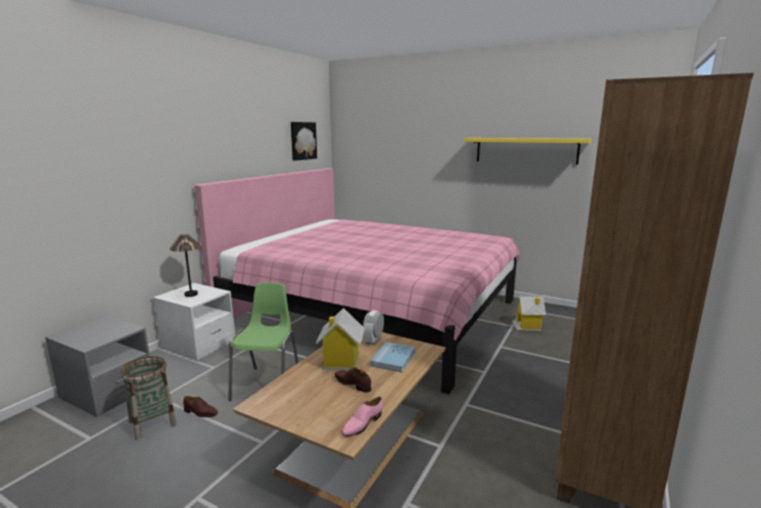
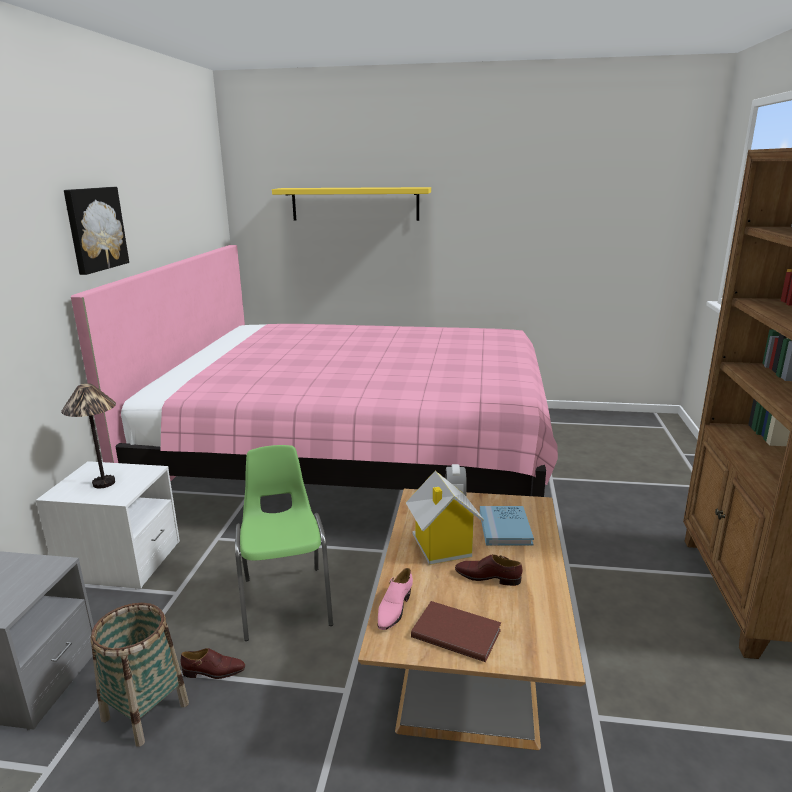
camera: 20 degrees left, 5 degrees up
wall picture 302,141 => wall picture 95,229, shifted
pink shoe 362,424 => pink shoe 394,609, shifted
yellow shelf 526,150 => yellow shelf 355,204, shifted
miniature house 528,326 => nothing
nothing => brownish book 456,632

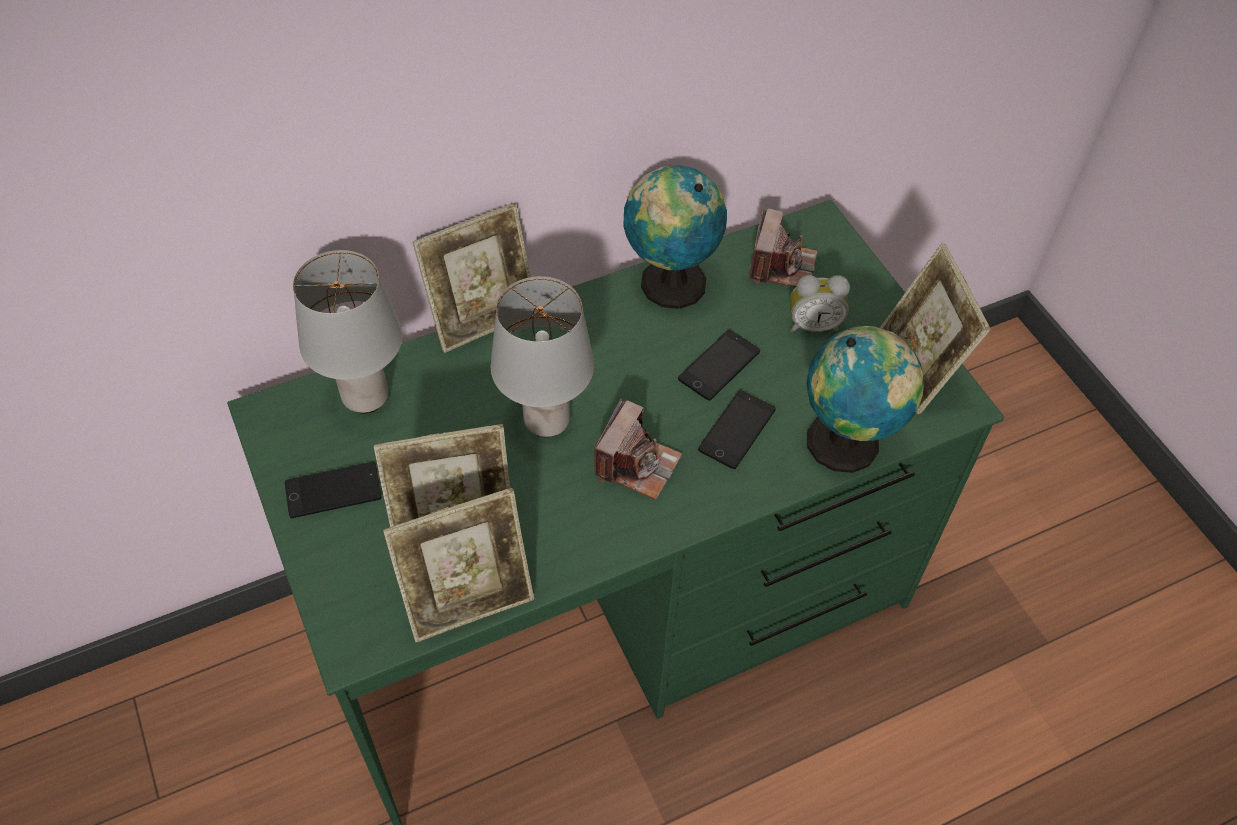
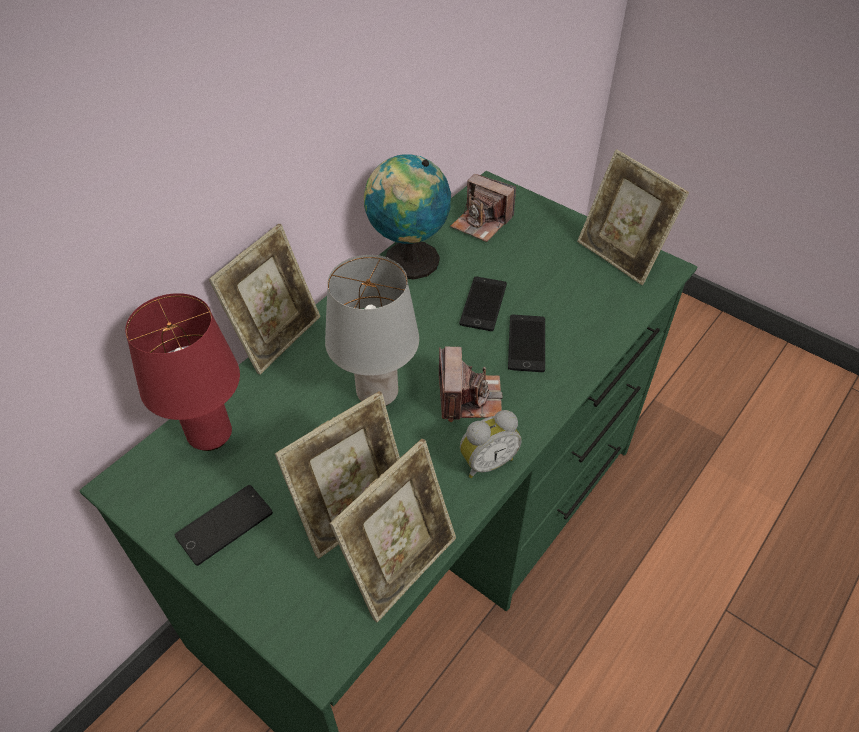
camera: 25 degrees left, 5 degrees down
grey table lamp 364,397 => reddish table lamp 209,436
still camera 781,265 => still camera 481,222, 135 degrees clockwise
bedside clock 813,325 => bedside clock 486,461, shifted
world globe 848,443 => nothing

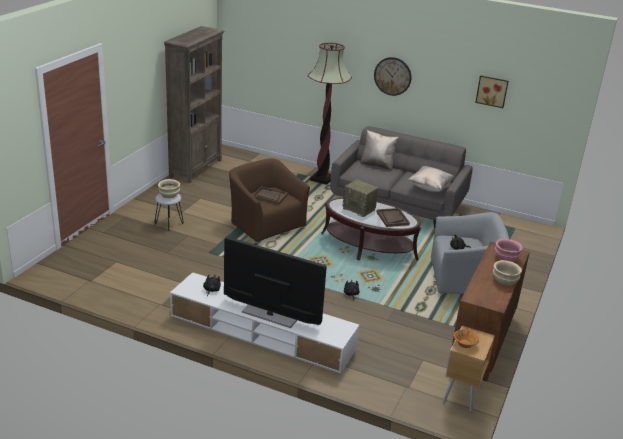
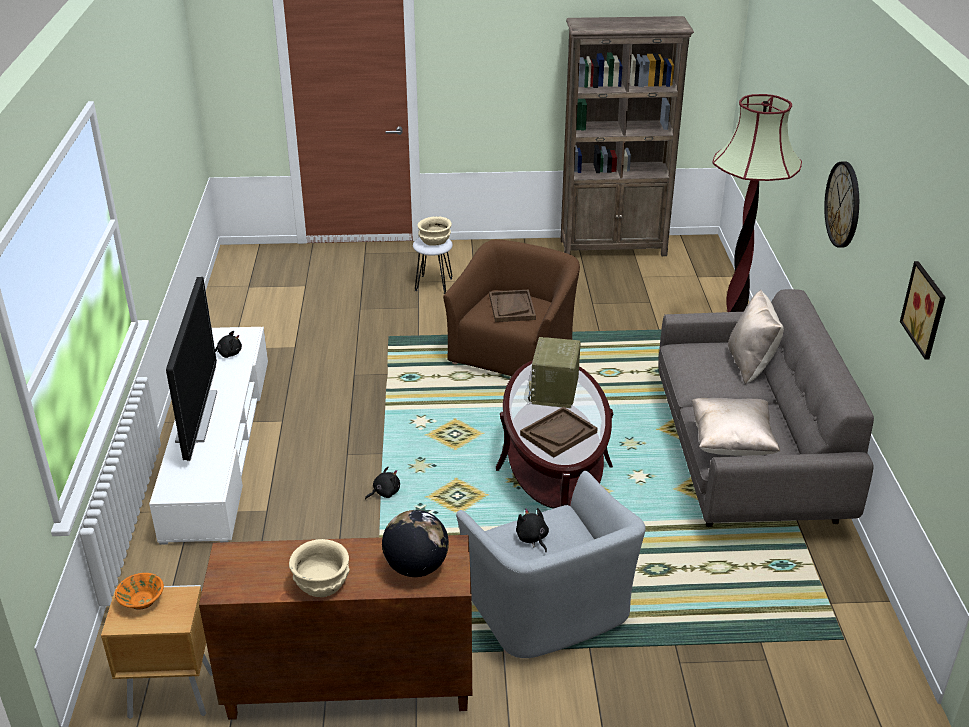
camera: 65 degrees right, 5 degrees up
pink bowl 506,257 => world globe 416,567

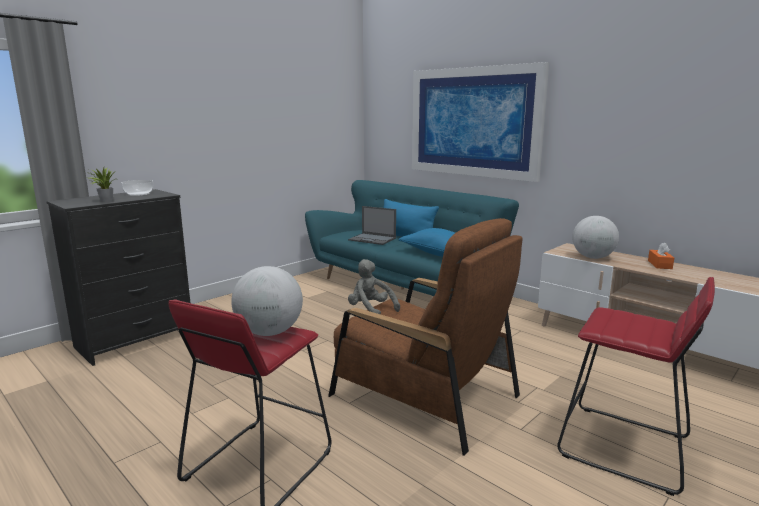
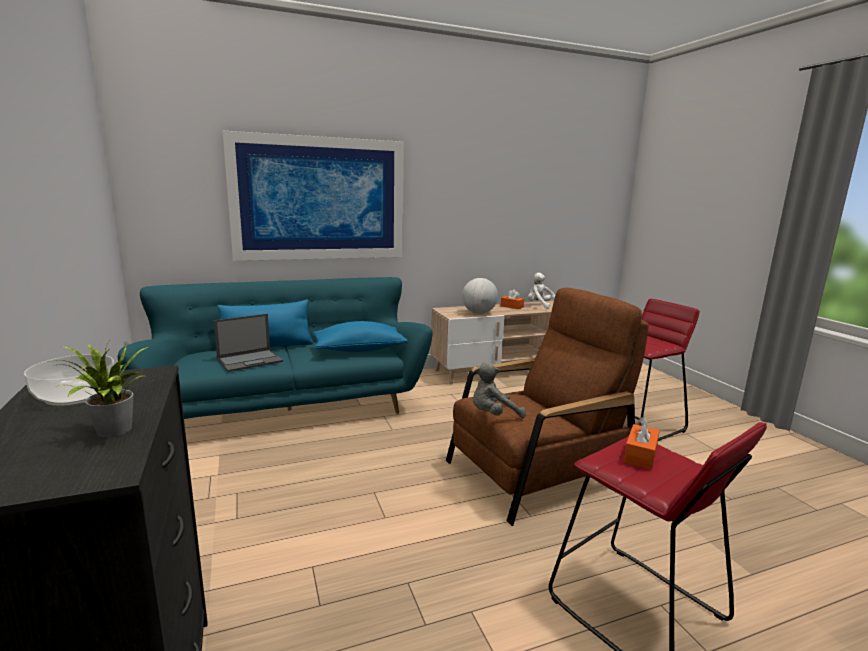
camera: 65 degrees left, 0 degrees up
world globe 269,332 => orangey box of tissues 640,455
nothing => white-coloured soft toy 540,306

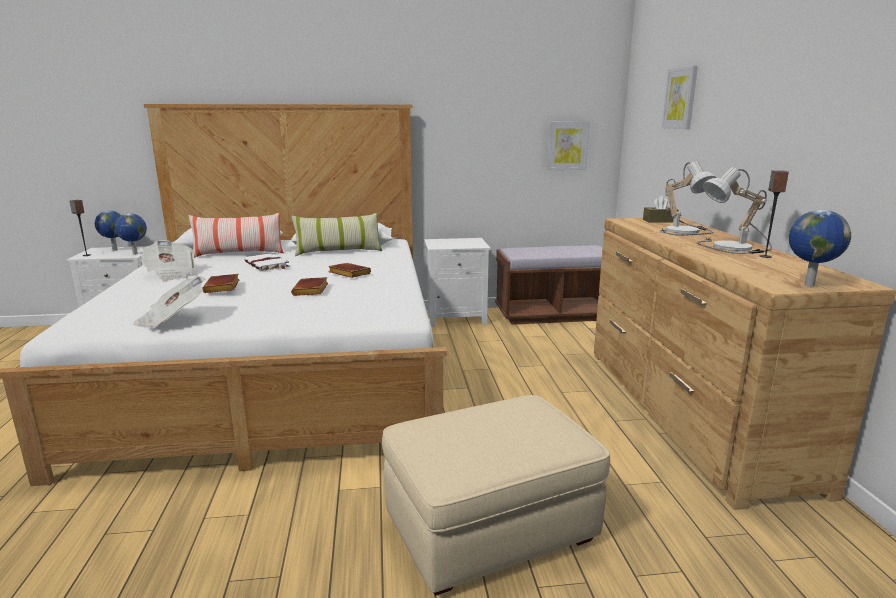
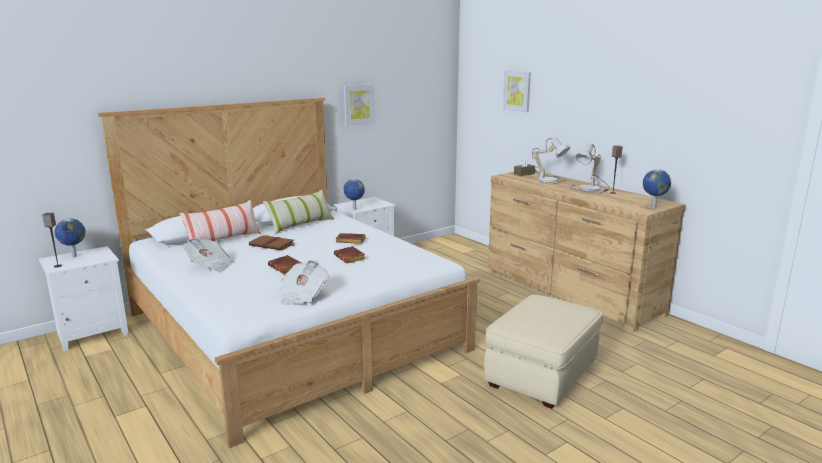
camera: 30 degrees left, 0 degrees up
world globe 134,254 => world globe 354,209, shifted
white-coloured book 267,264 => brownish book 272,245
brownish bench 552,315 => nothing
wall picture 567,145 => wall picture 358,104, shifted

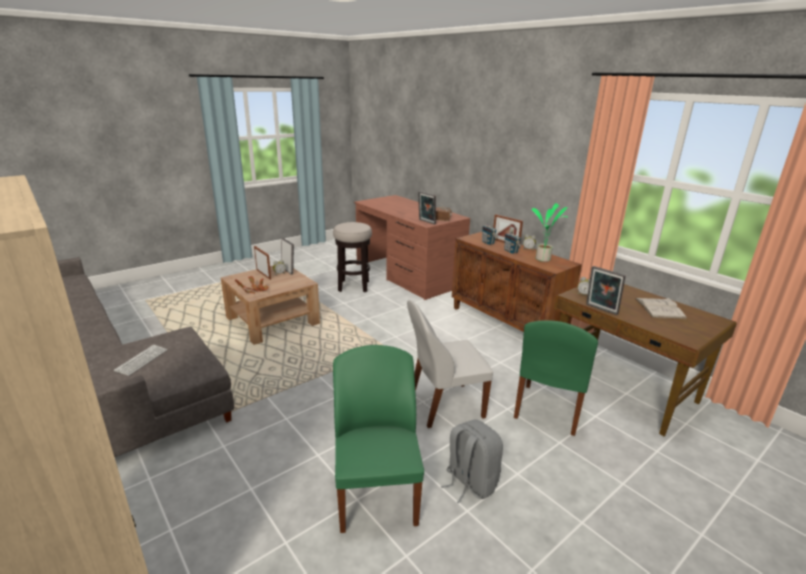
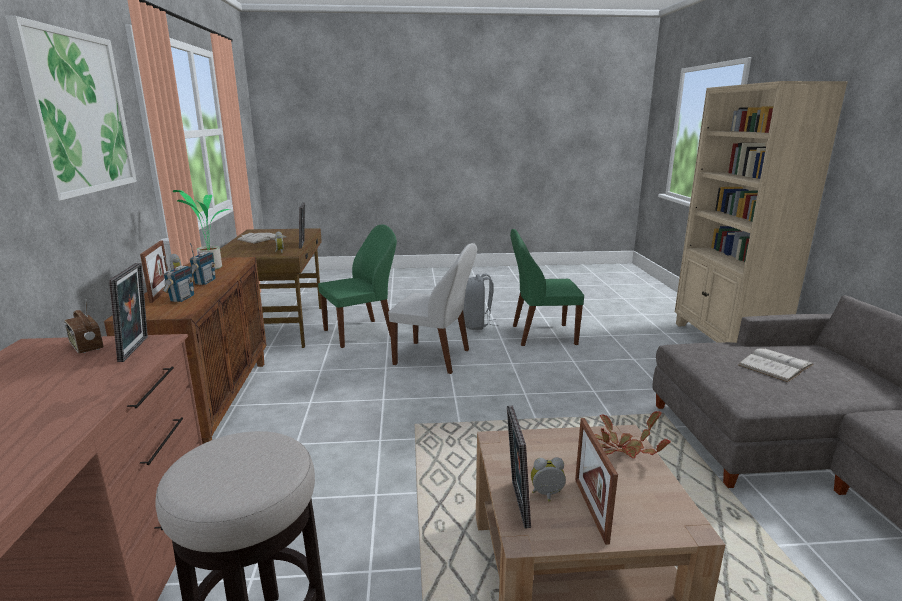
camera: 145 degrees left, 5 degrees down
keyboard 142,360 => white-coloured book 775,365
green-coloured chair 377,494 => green-coloured chair 541,335, 60 degrees clockwise
nothing => wall picture 78,113

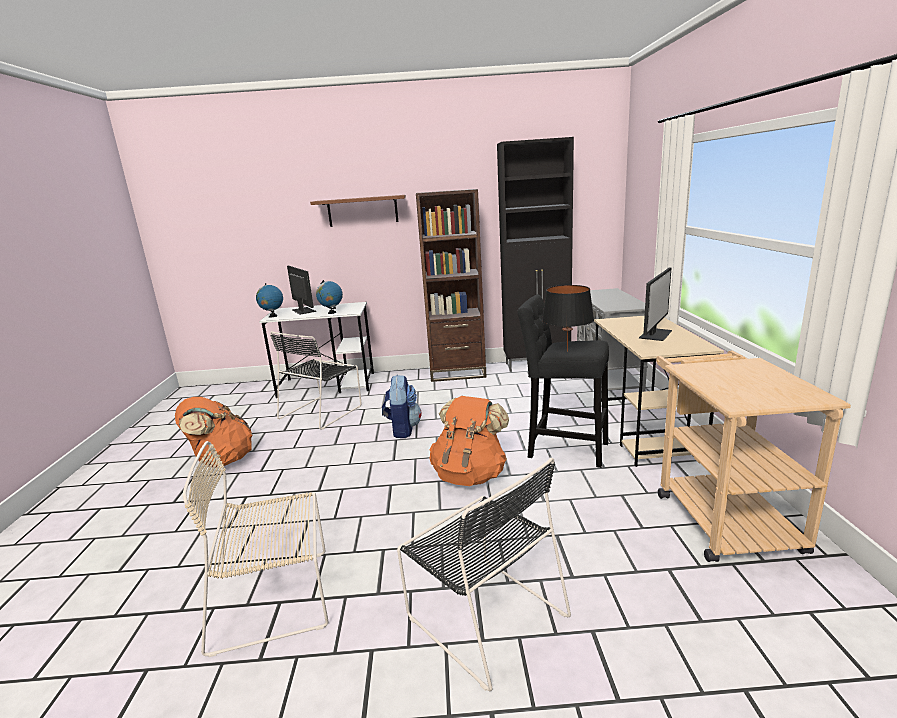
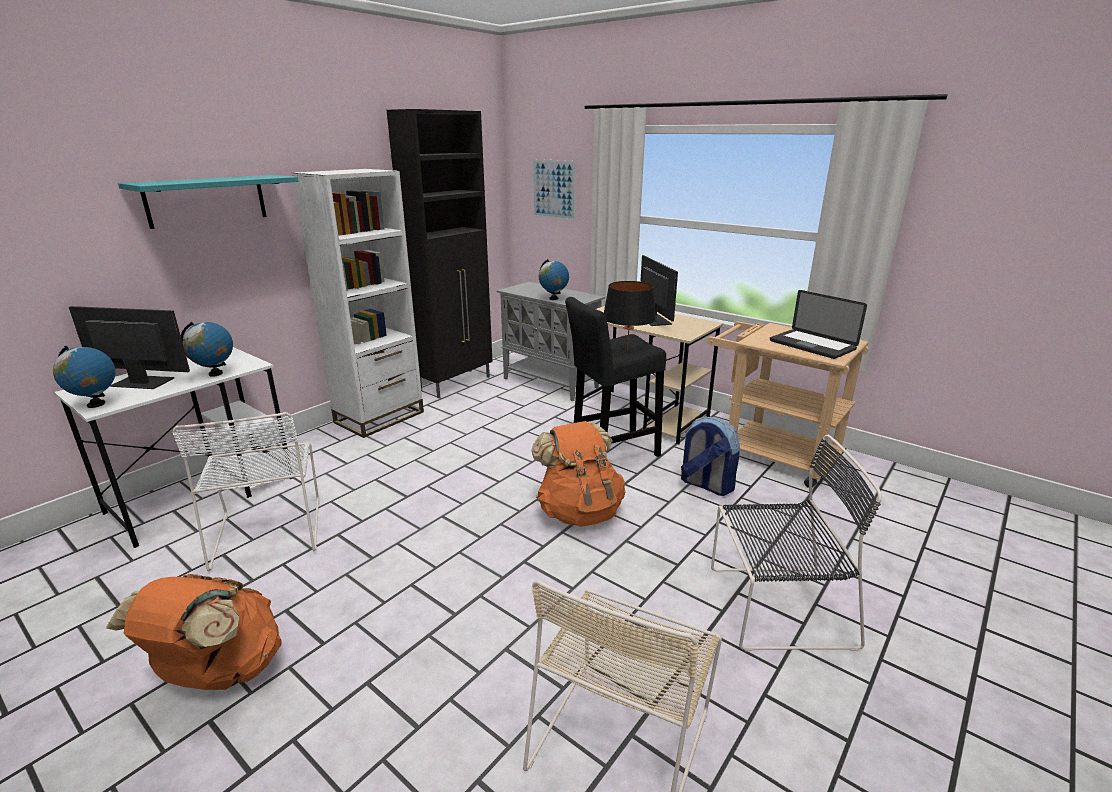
camera: 50 degrees left, 5 degrees up
black-coloured chair 322,411 => white-coloured chair 269,530
brownish shelf 362,211 => turquoise-coloured shelf 206,200
knapsack 402,429 => knapsack 705,485, shifted
brownish bookcase 457,373 => white-coloured bookcase 379,417
nothing => wall picture 553,189
nothing => world globe 553,298
nothing => portable computer 812,345

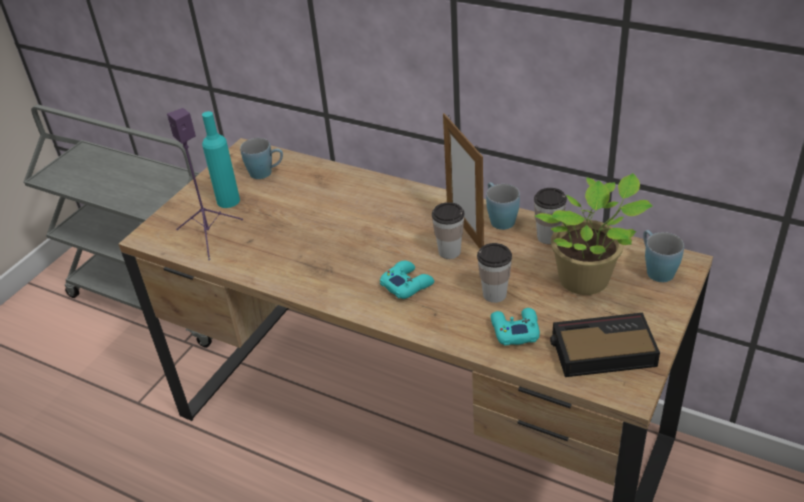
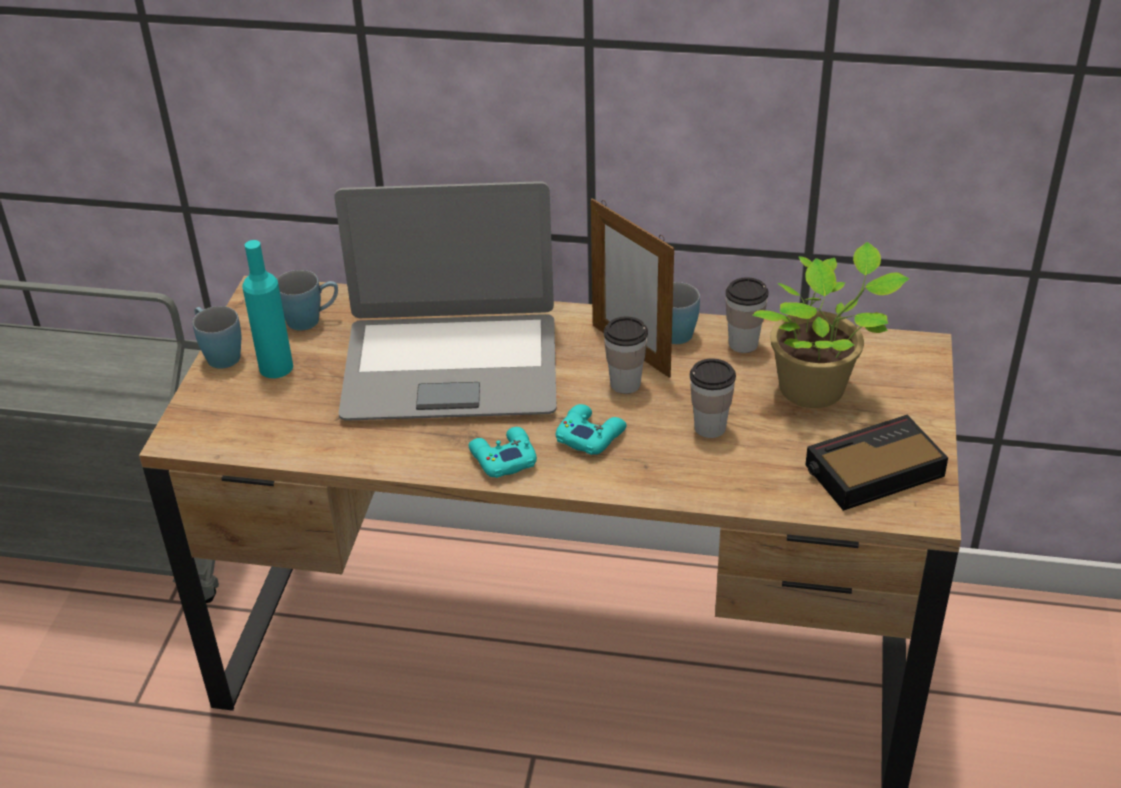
camera: 20 degrees left, 0 degrees up
purple audio speaker 210,236 => nothing
turquoise-coloured game controller 514,330 => turquoise-coloured game controller 502,458, shifted
blue-coloured coffee mug 656,269 => blue-coloured coffee mug 218,354, shifted
nothing => portable computer 451,367

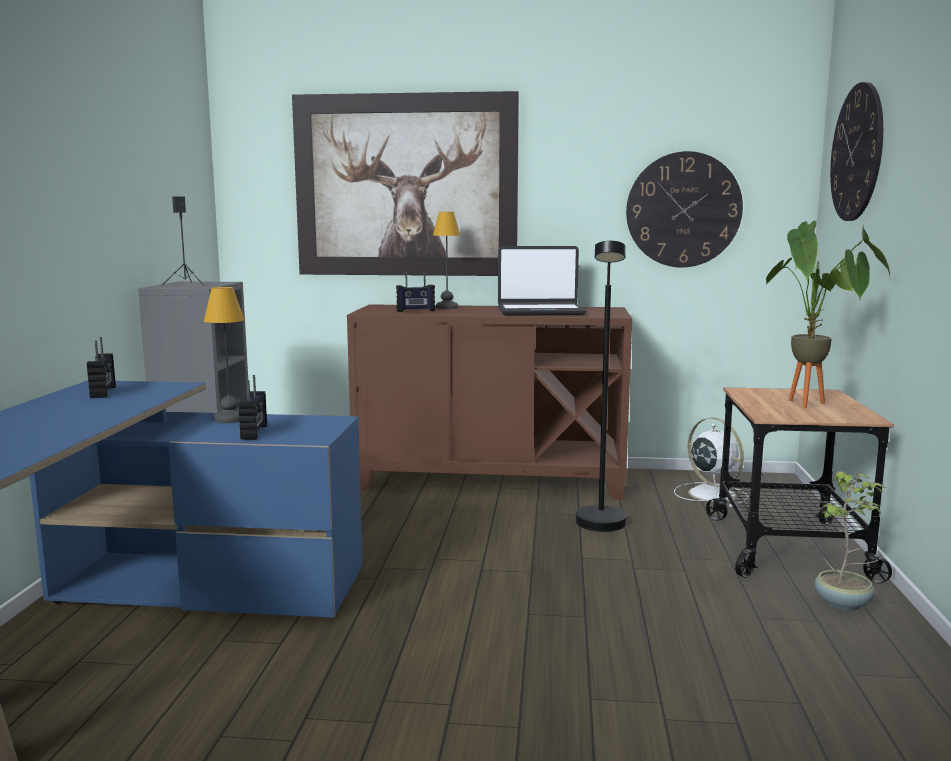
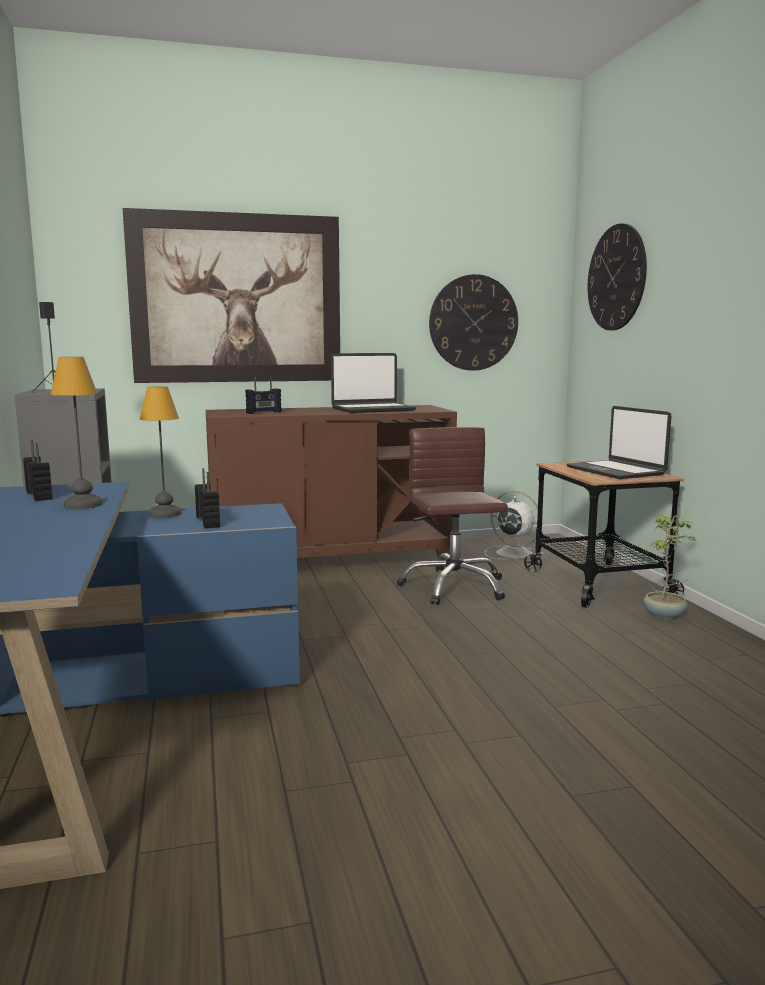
camera: 20 degrees left, 0 degrees up
table lamp 447,307 => table lamp 83,505, shifted
black-coloured standing lamp 600,527 => brownish computer chair 453,587
houseplant 812,406 => portable computer 616,471

